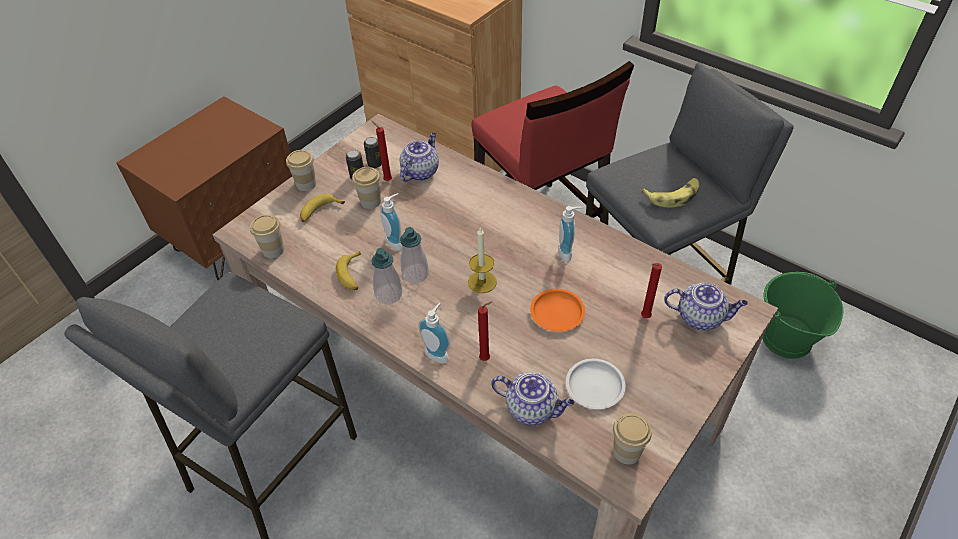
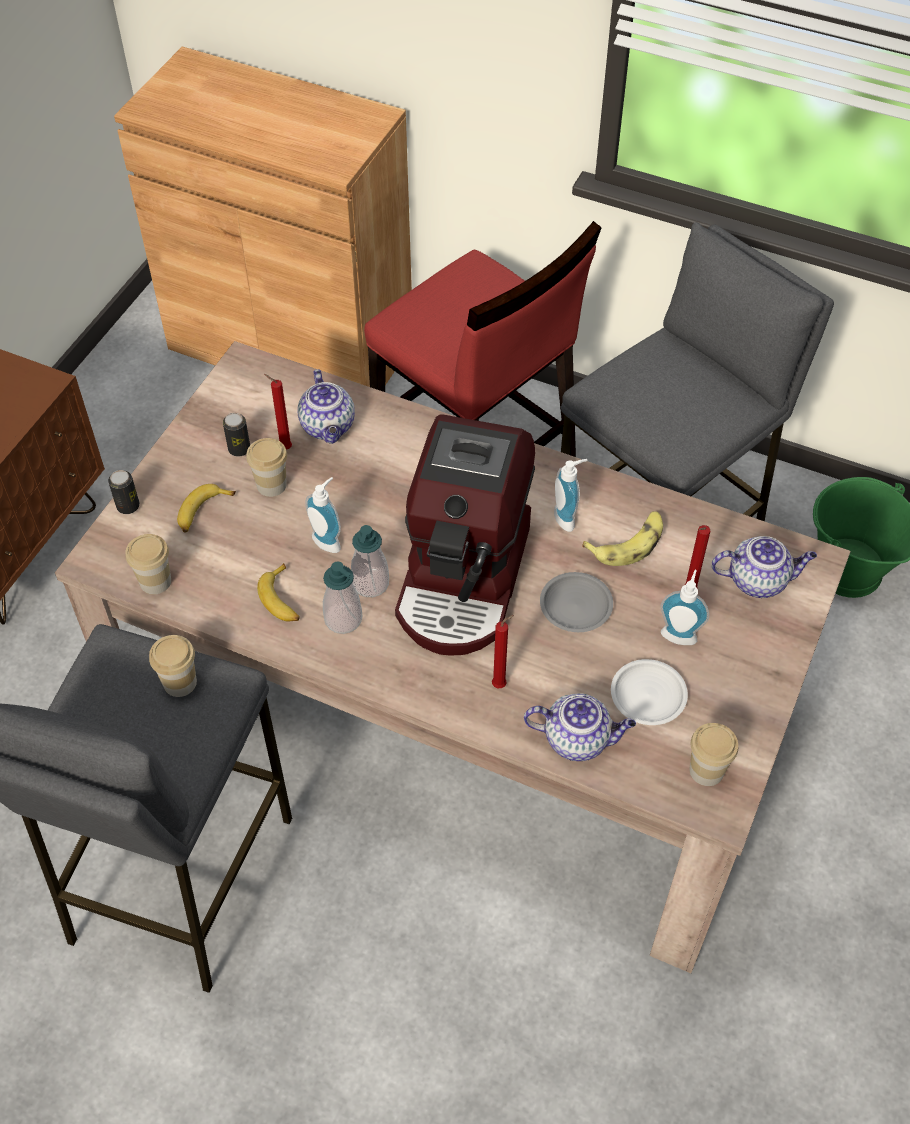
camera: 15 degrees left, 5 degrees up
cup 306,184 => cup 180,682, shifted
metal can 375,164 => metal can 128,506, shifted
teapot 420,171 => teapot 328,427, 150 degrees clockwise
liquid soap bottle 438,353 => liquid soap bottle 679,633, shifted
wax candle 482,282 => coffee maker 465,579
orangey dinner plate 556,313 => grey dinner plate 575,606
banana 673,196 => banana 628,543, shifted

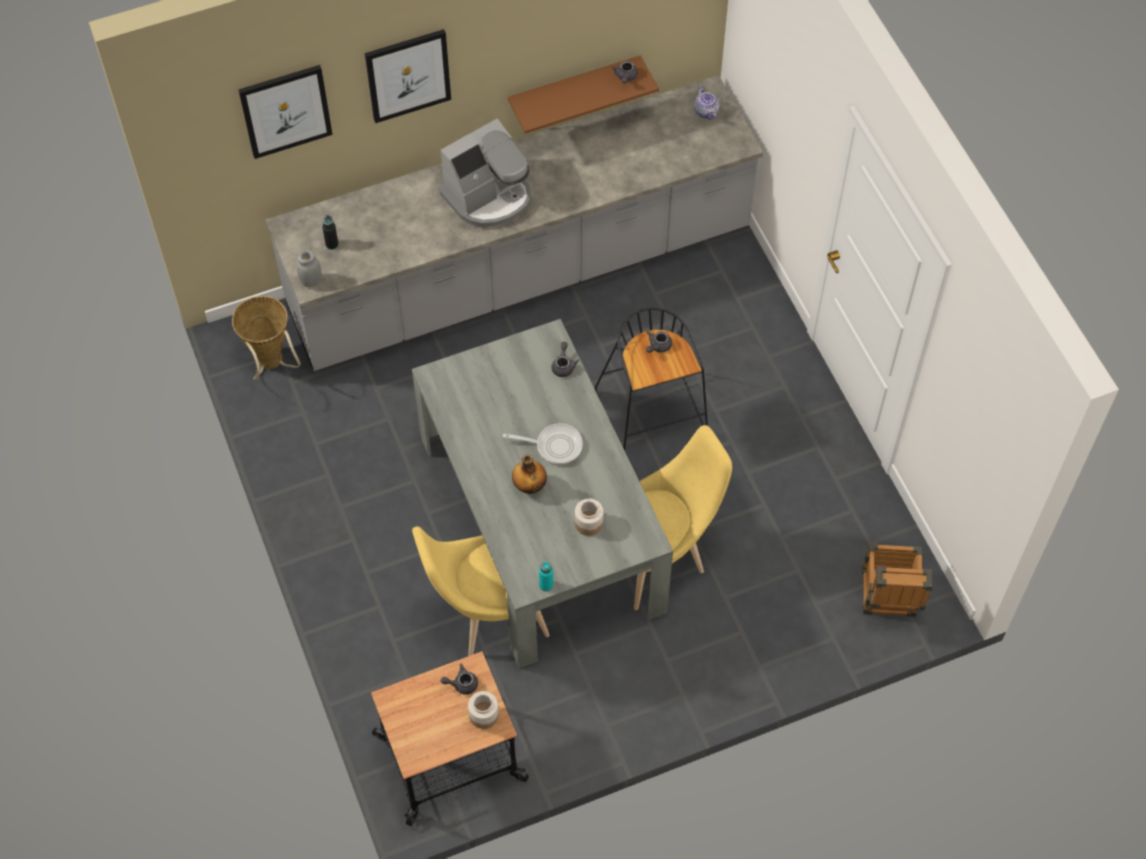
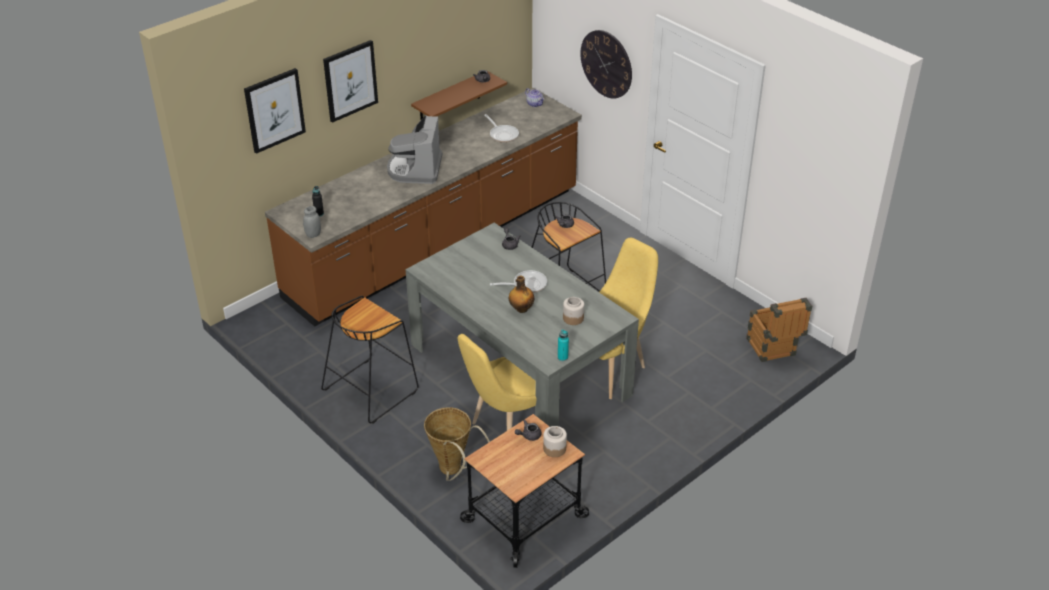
camera: 20 degrees left, 20 degrees down
household basket 271,365 => household basket 453,471, shifted
grey kitchen counter 520,272 => brownish kitchen counter 436,244
coffee maker 489,196 => coffee maker 416,169, 150 degrees clockwise
nothing => black-coloured stool 371,389
nothing => pan 503,134
nothing => hanging clock 606,64

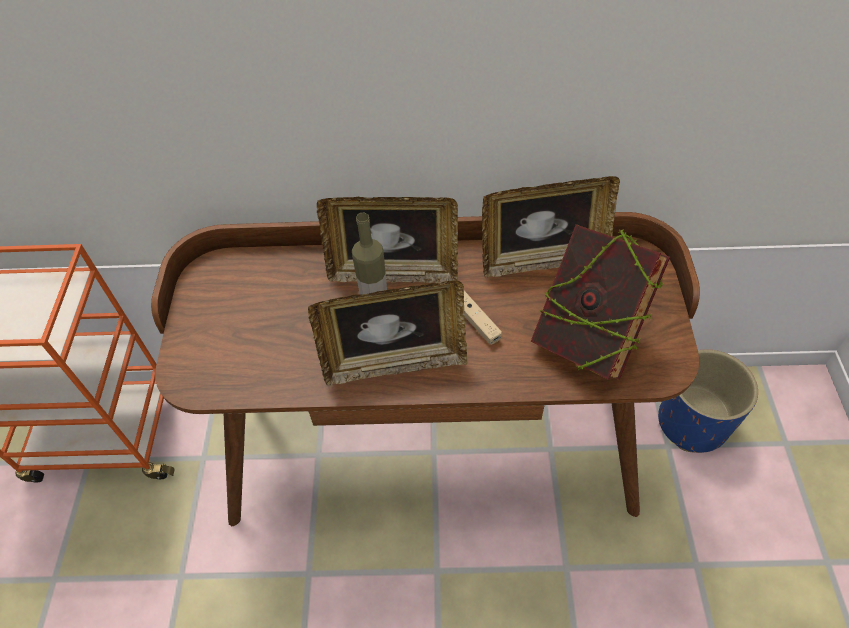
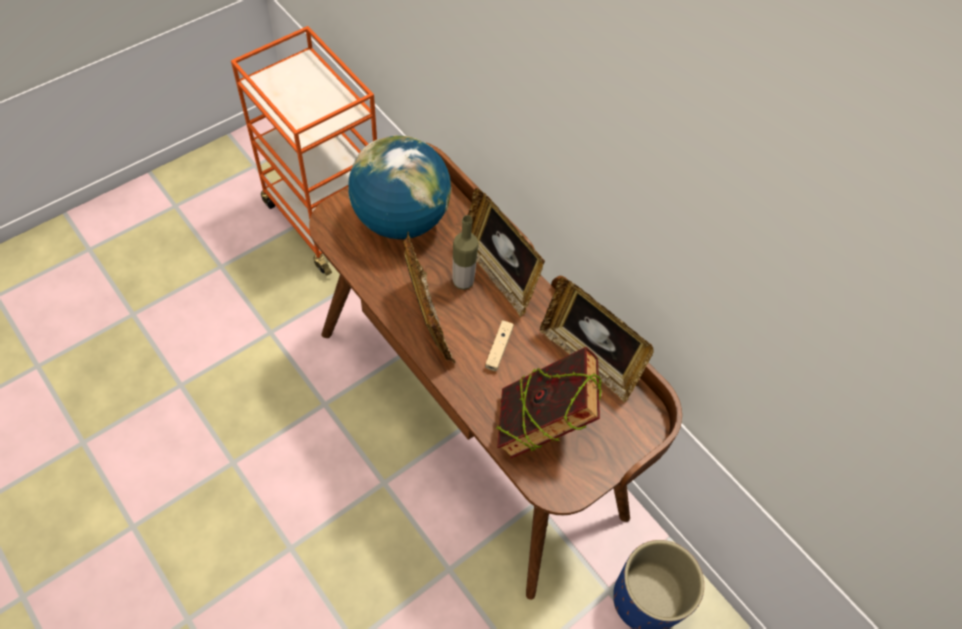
camera: 45 degrees right, 5 degrees up
picture frame 394,363 => picture frame 428,321, 150 degrees counterclockwise
nothing => world globe 401,219

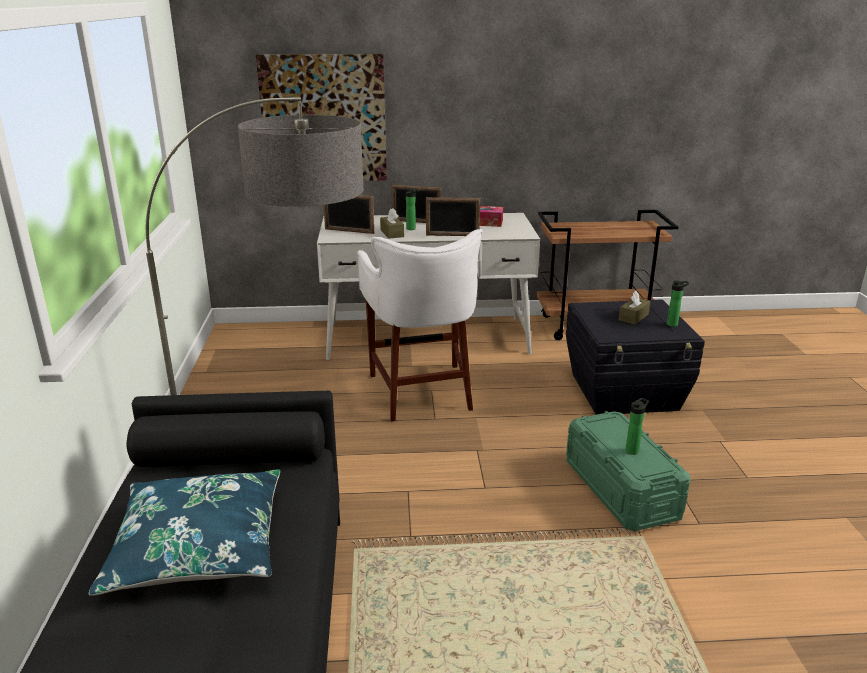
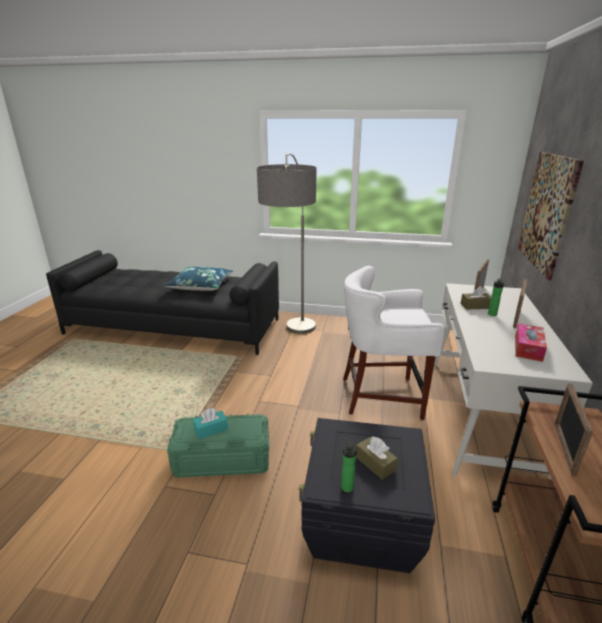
camera: 105 degrees right, 0 degrees up
picture frame 452,235 => picture frame 564,448, shifted
beverage bottle 633,450 => turquoise-coloured box of tissues 211,429

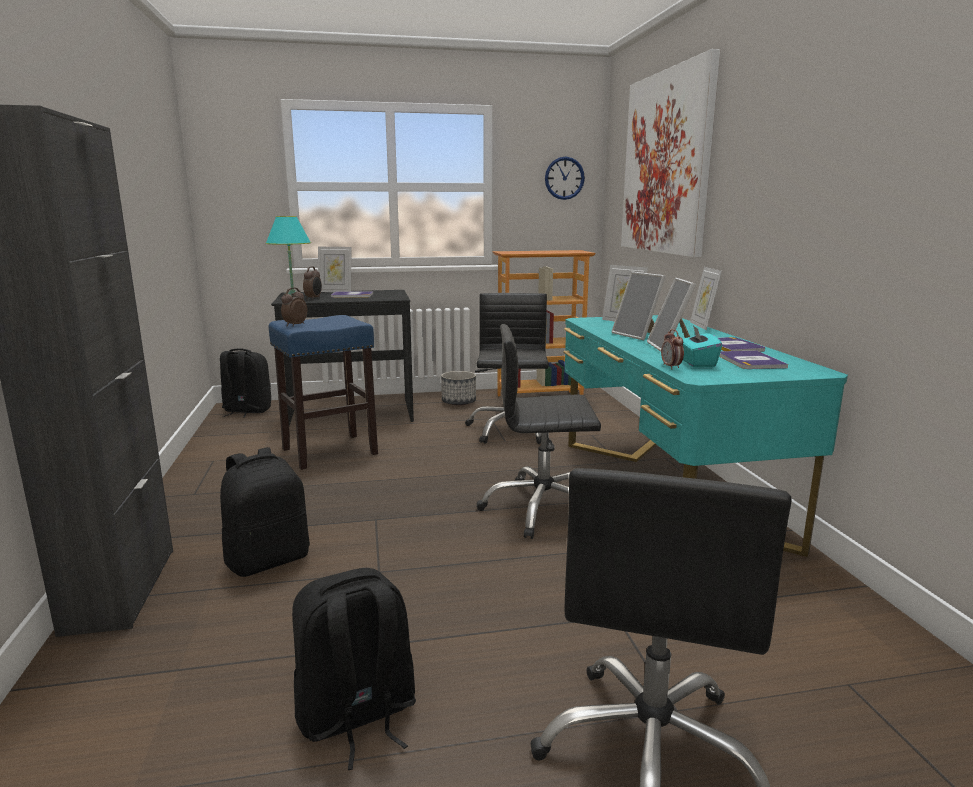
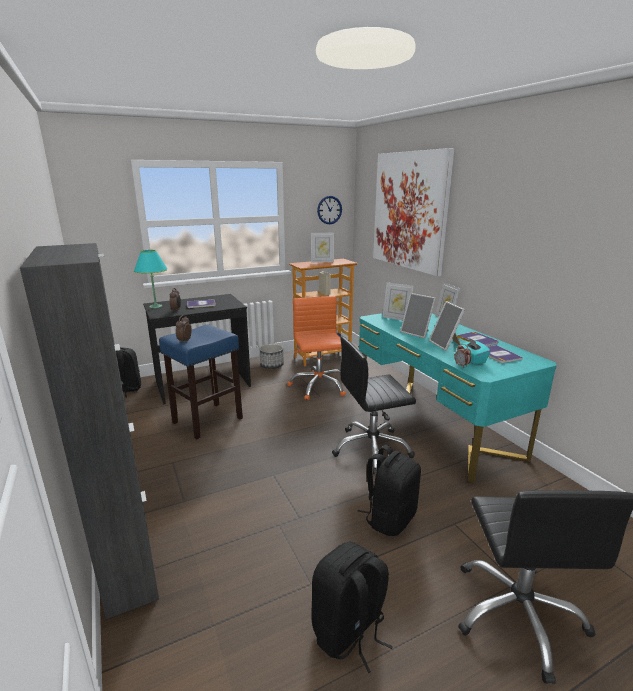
camera: 15 degrees left, 5 degrees up
black-coloured knapsack 268,560 => black-coloured knapsack 389,518, shifted
picture frame 335,291 => picture frame 322,261, shifted
black-coloured computer chair 511,430 => orangey computer chair 318,386

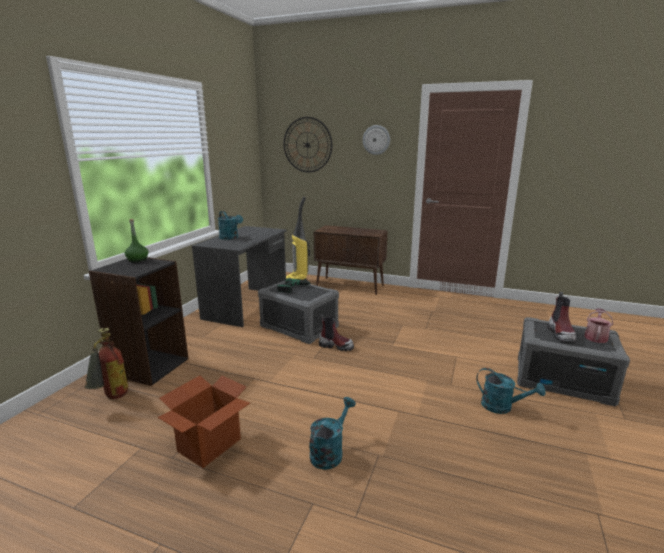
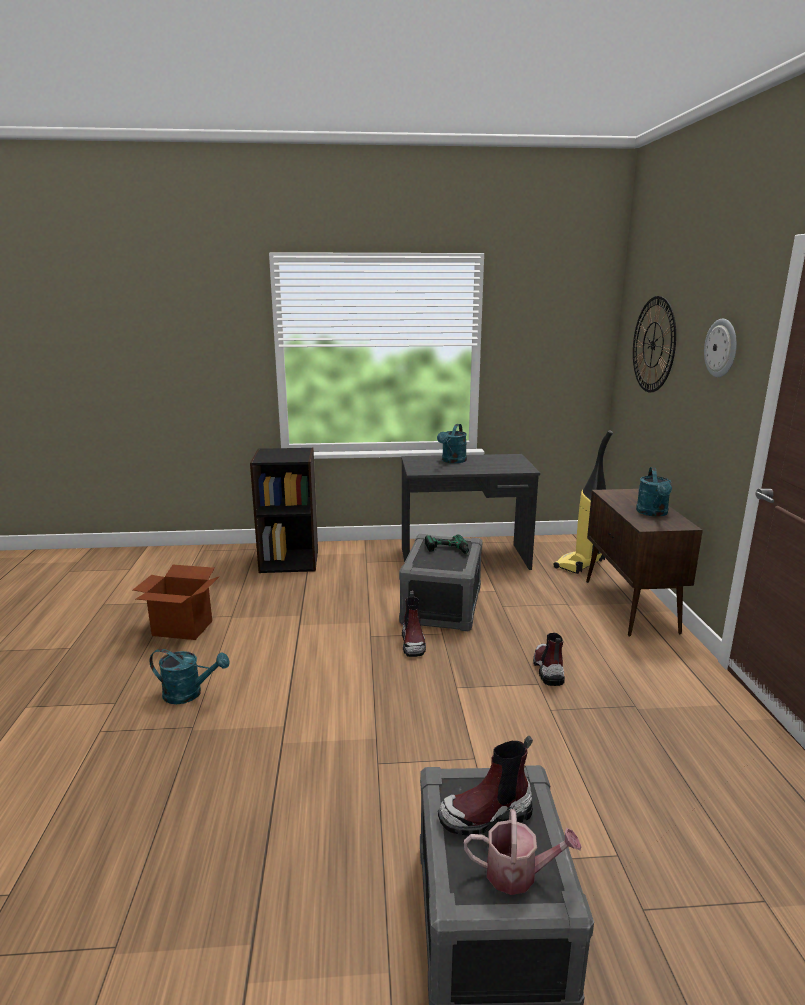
camera: 65 degrees right, 0 degrees up
fire-fighting cylinder 111,399 => nothing
green-coloured beverage bottle 137,260 => nothing
turquoise-coloured sprinkling can 502,407 => turquoise-coloured sprinkling can 653,513, shifted
nothing => tall boot 547,669

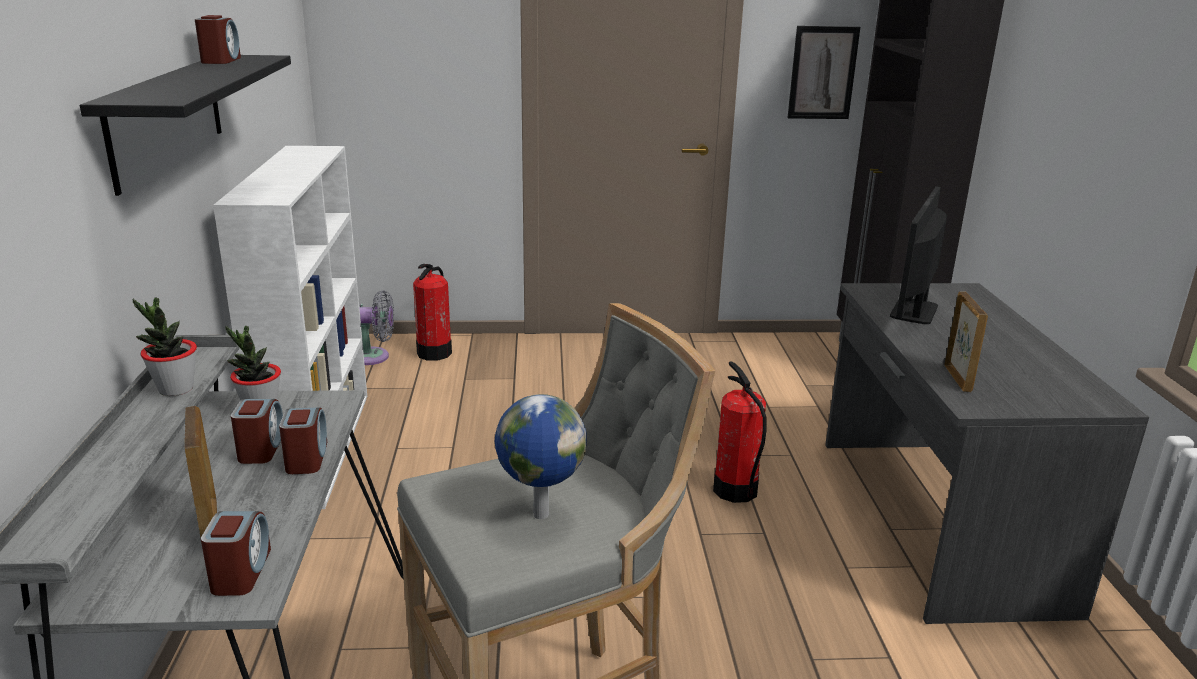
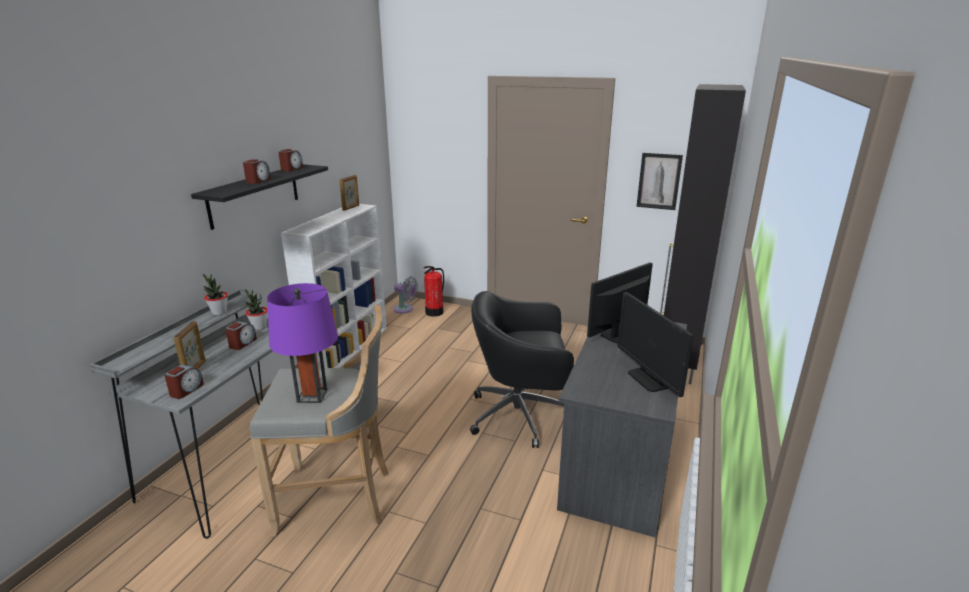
camera: 25 degrees right, 0 degrees up
bedside clock 307,458 => bedside clock 258,181, shifted
world globe 539,514 => purple table lamp 312,395
fire-fighting cylinder 735,490 => black-coloured computer chair 521,415
picture frame 958,378 => picture frame 351,208, shifted
nothing => computer screen 649,379

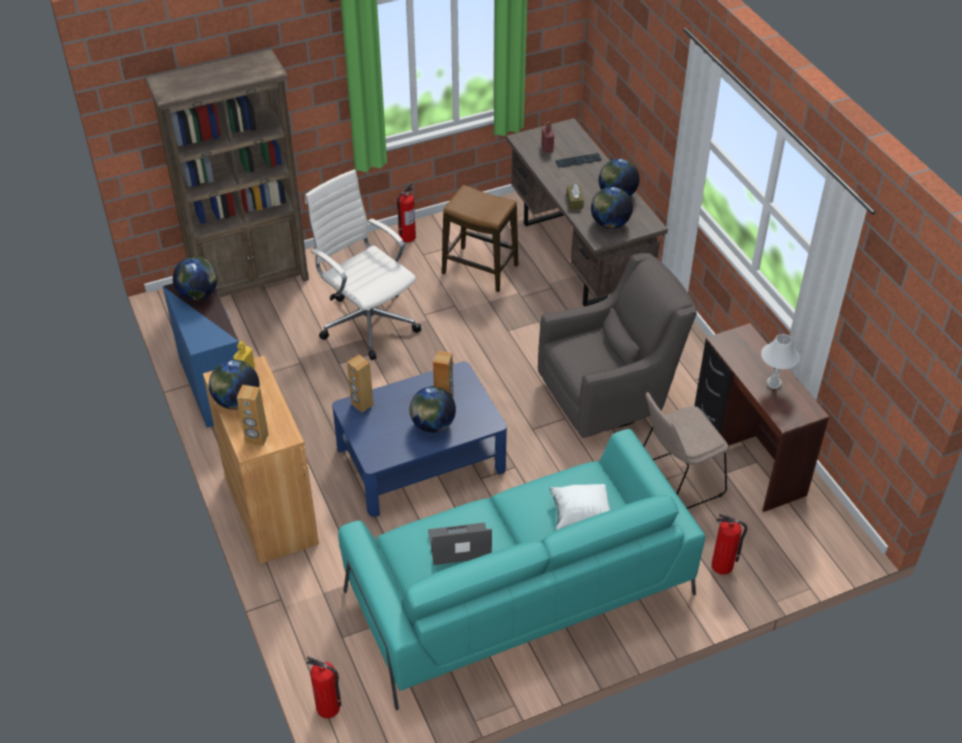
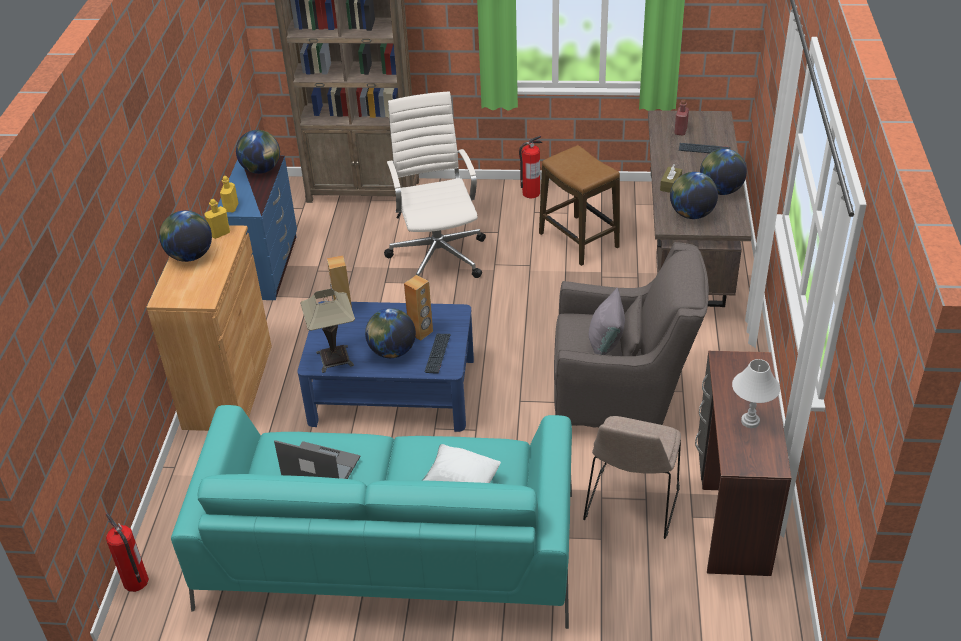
camera: 30 degrees right, 5 degrees down
brownish audio speaker 256,438 => nothing
sand-coloured chair 676,481 => sand-coloured chair 631,505, 75 degrees counterclockwise
fire-fighting cylinder 722,565 => nothing
nothing => yellow beverage bottle 231,208
nothing => table lamp 335,358
nothing => keyboard 437,354
nothing => grey cushion 605,343

